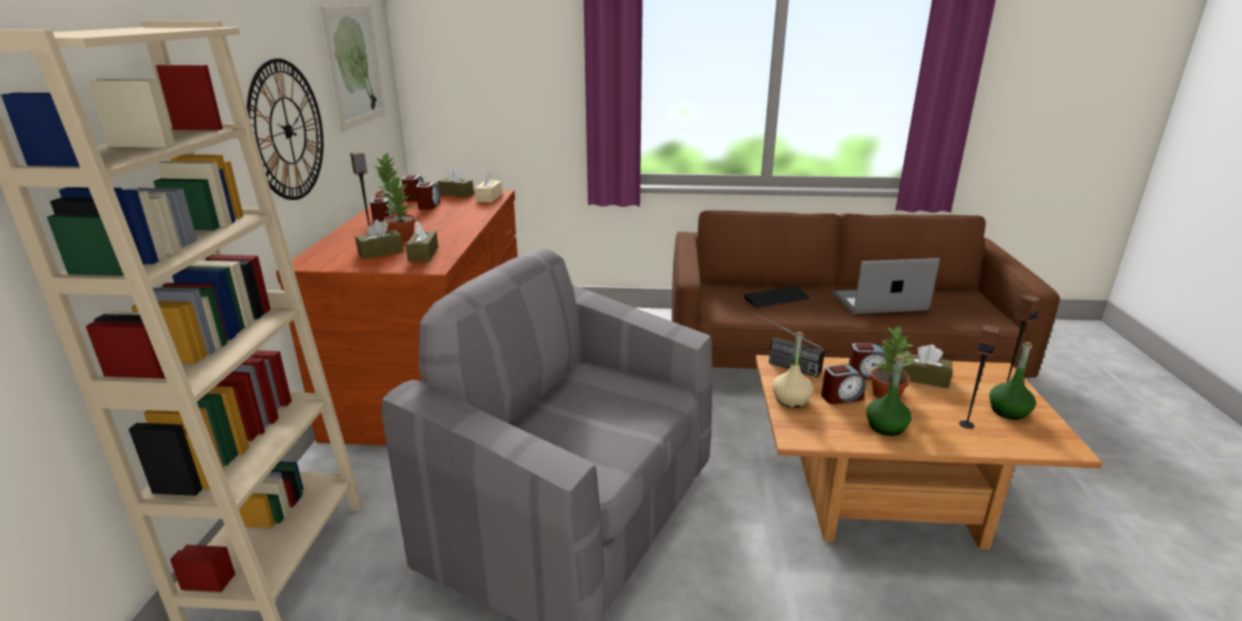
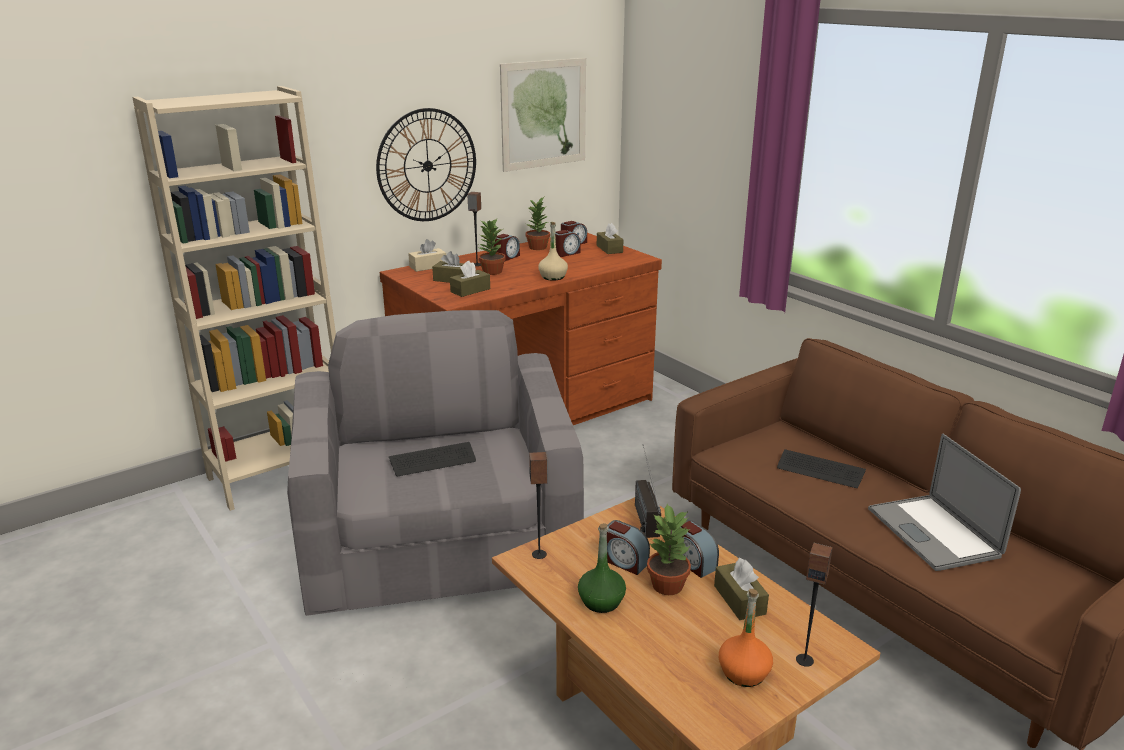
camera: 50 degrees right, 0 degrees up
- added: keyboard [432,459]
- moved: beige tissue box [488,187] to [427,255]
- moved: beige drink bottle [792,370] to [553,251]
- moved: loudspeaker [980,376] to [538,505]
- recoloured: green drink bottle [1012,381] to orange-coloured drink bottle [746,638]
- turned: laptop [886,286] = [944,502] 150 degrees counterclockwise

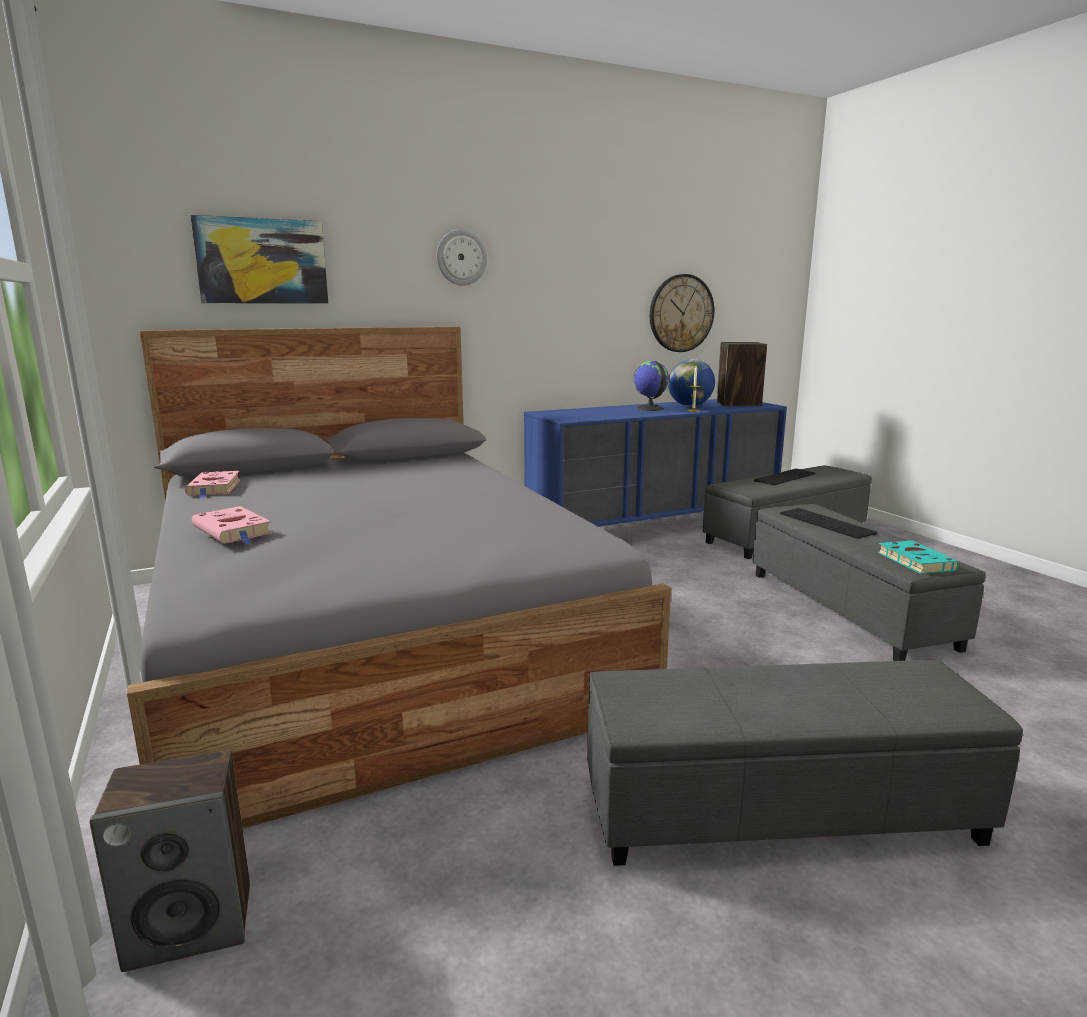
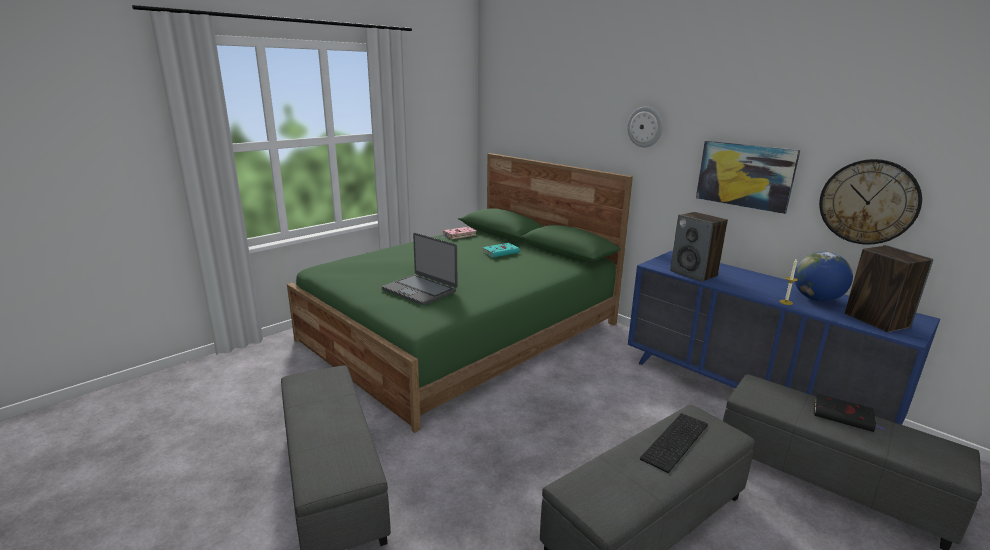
camera: 70 degrees right, 5 degrees up
- removed: pink-coloured book [232,525]
- removed: desk globe [651,386]
- added: laptop [420,269]
- moved: loudspeaker [170,861] to [699,247]
- moved: wall picture [259,259] to [748,177]
- moved: blue-green book [918,557] to [501,250]
- replaced: keyboard [784,477] to blackish book [849,413]
- recoloured: gray sleeping bed [399,577] to green sleeping bed [460,293]

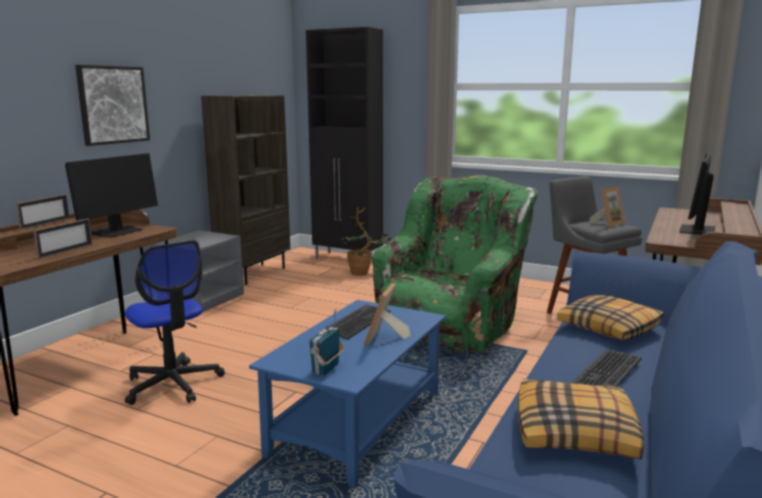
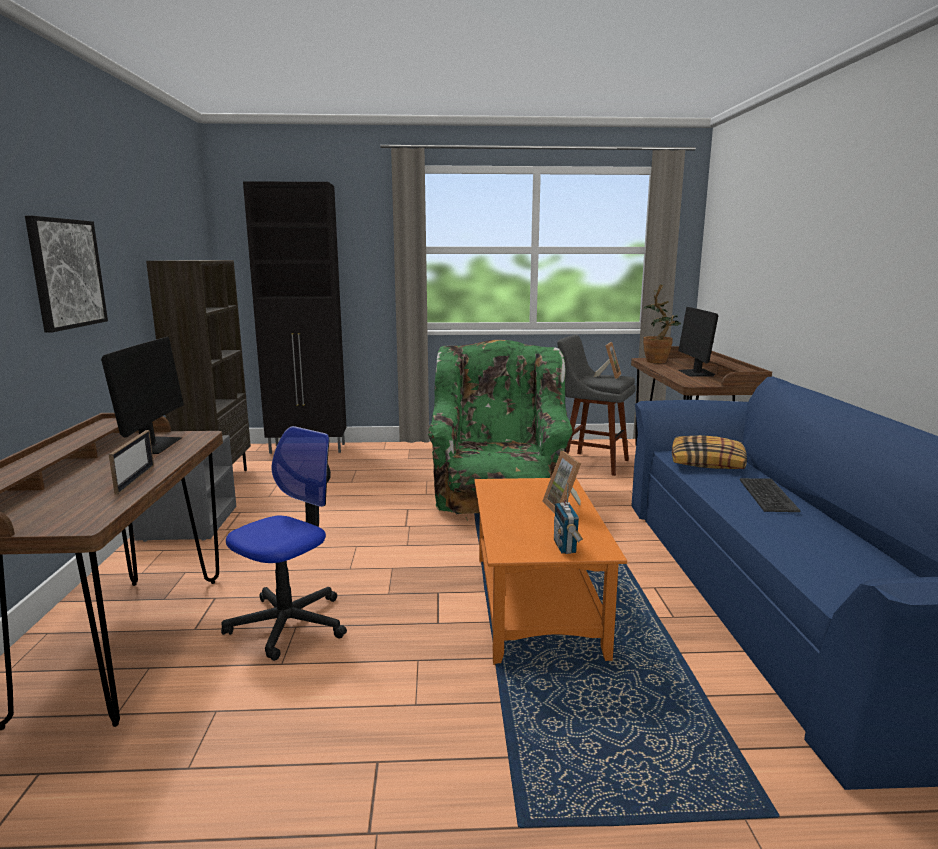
camera: 30 degrees left, 0 degrees up
- removed: photo frame [43,212]
- removed: keyboard [359,321]
- removed: pillow [581,419]
- moved: plant in a pot [367,241] to [662,323]
- recoloured: bluish low table [347,394] to orange-coloured low table [550,571]
- turned: office chair [175,322] = [284,543] 75 degrees counterclockwise

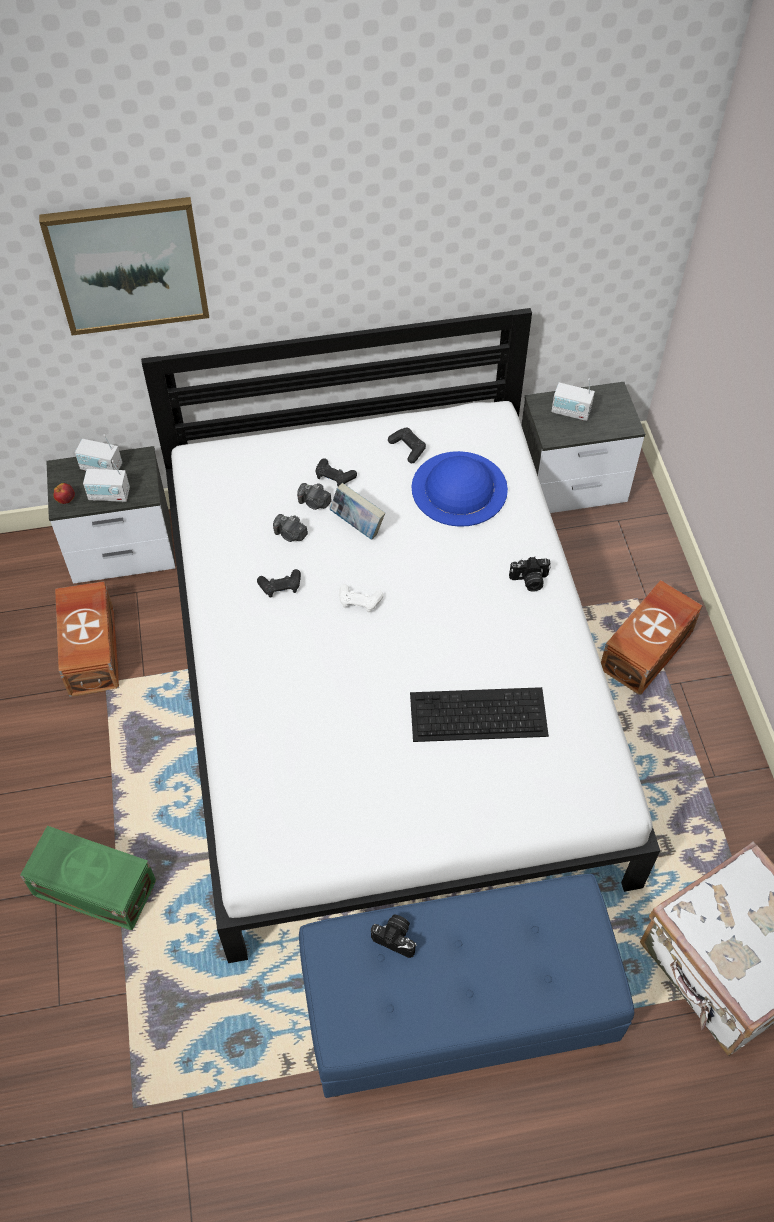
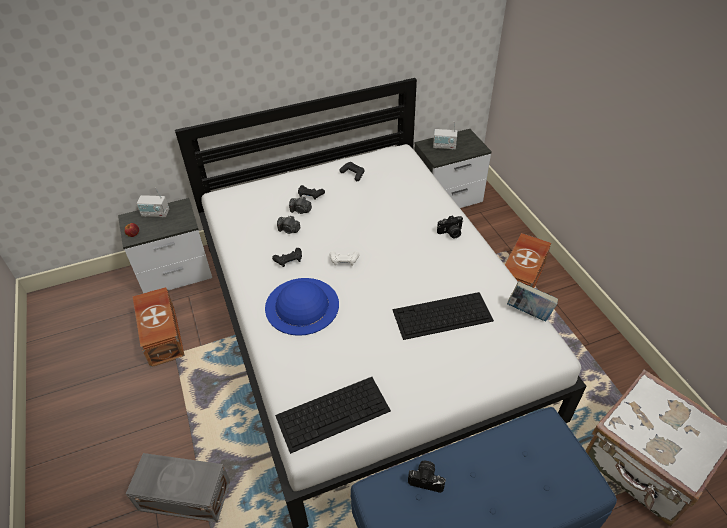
camera: 10 degrees left, 10 degrees down
- removed: wall picture [124,266]
- removed: radio [106,481]
- added: keyboard [333,415]
- moved: book [357,511] to [532,301]
- moved: bluish hat [460,489] to [302,307]
- recoloured: green storage box [88,878] to gray storage box [178,487]

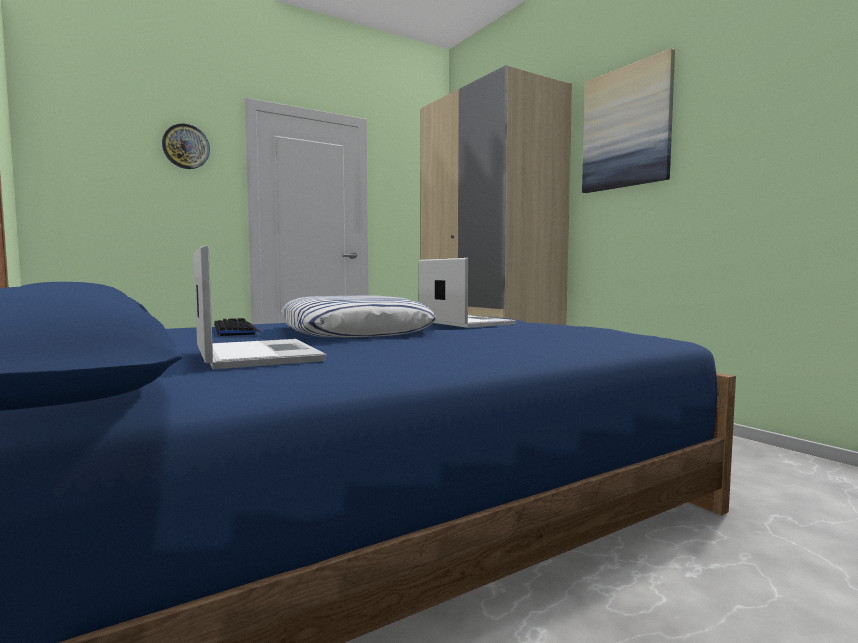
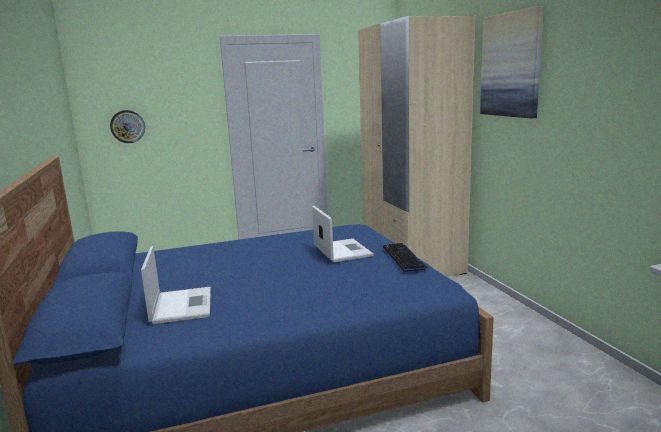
camera: 15 degrees right, 10 degrees up
- removed: pillow [358,316]
- moved: wall clock [186,146] to [127,126]
- moved: keyboard [238,327] to [406,257]

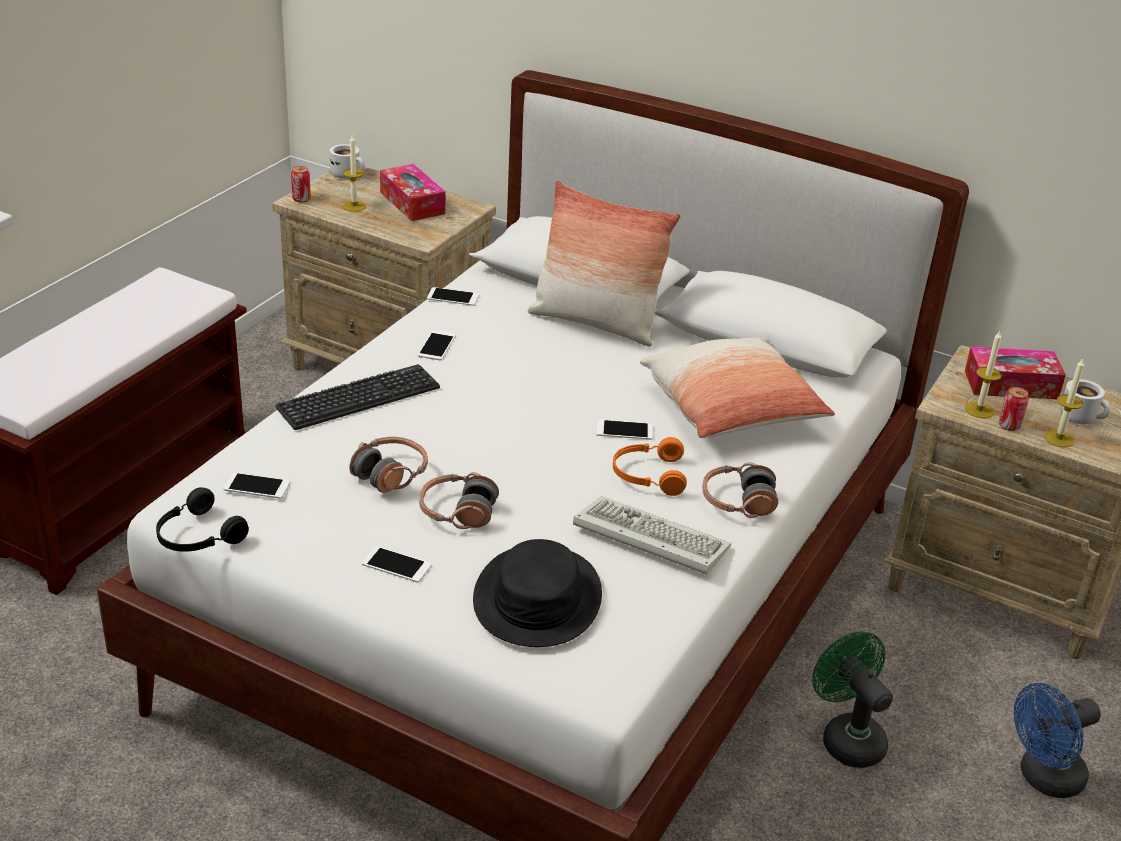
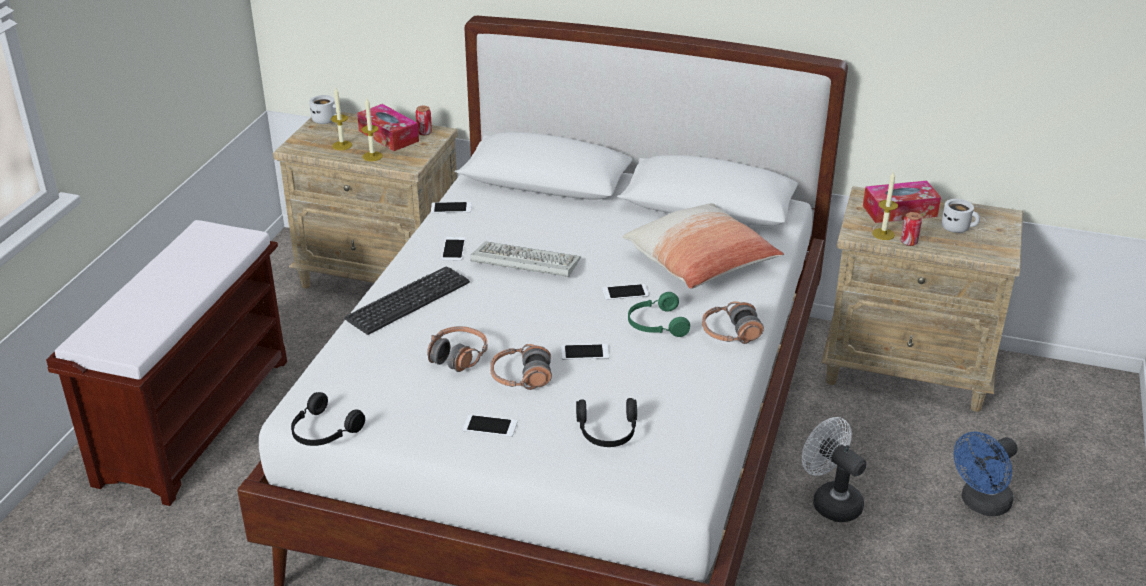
camera: 10 degrees left, 0 degrees up
- removed: pillow [604,263]
- moved: phone [256,485] to [585,352]
- moved: can [301,184] to [424,120]
- moved: keyboard [652,535] to [525,259]
- moved: wax light [1064,403] to [372,129]
- replaced: blackish hat [537,593] to blackish headset [606,422]
- recoloured: orange-coloured headset [650,466] to green headset [659,314]
- recoloured: green cooling fan [852,699] to whitish cooling fan [834,469]

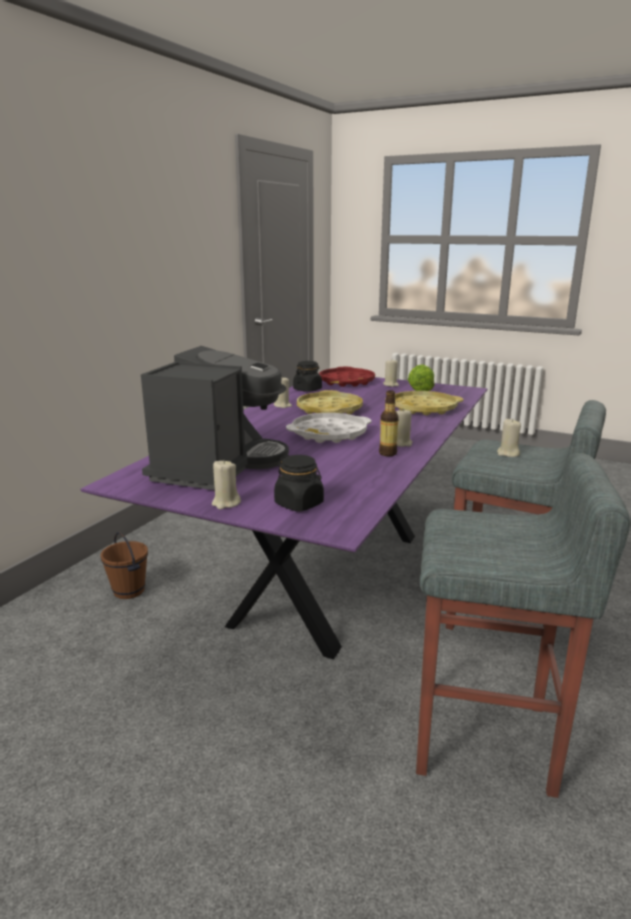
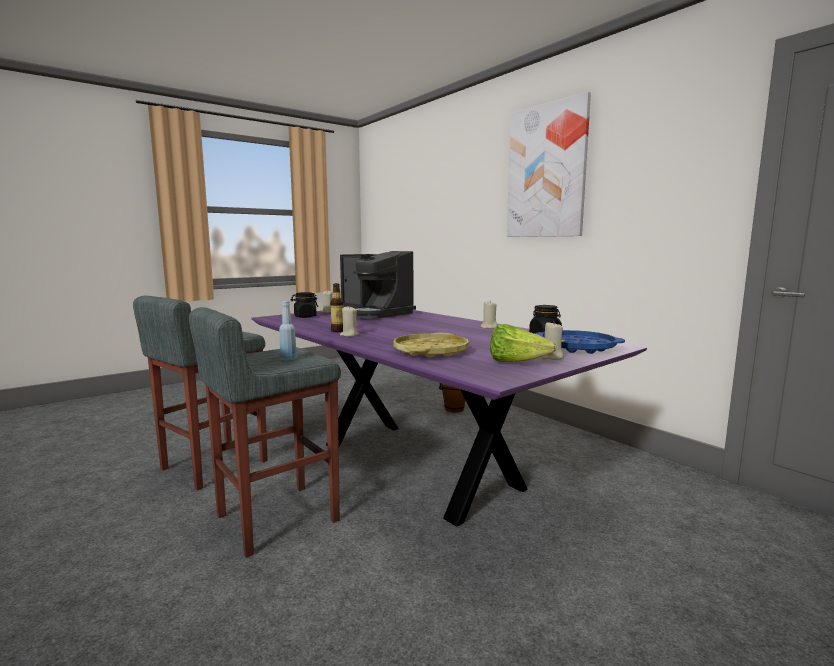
camera: 115 degrees right, 10 degrees down
- removed: whitish serving tray [329,428]
- removed: yellow serving tray [330,402]
- added: wall picture [549,164]
- replaced: beige wax light [509,437] to bluish drink bottle [288,330]
- recoloured: red serving tray [347,377] to bluish serving tray [580,342]

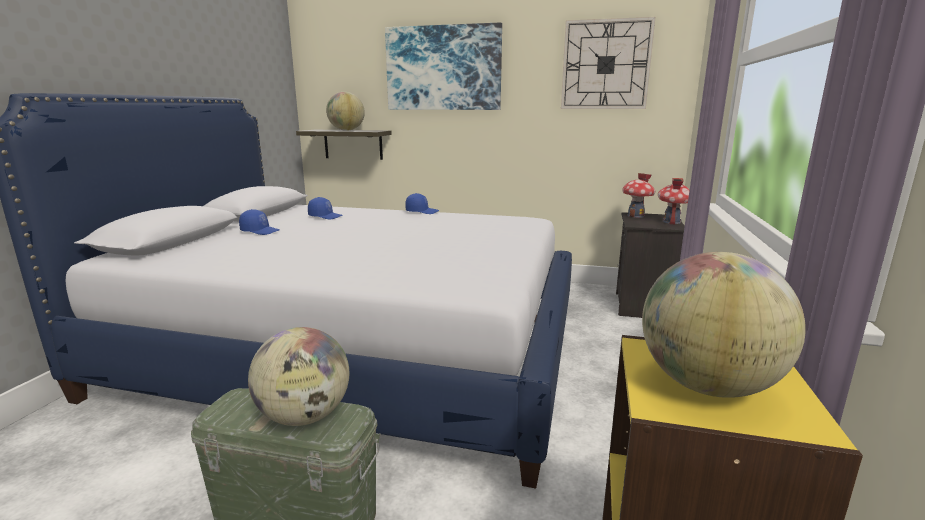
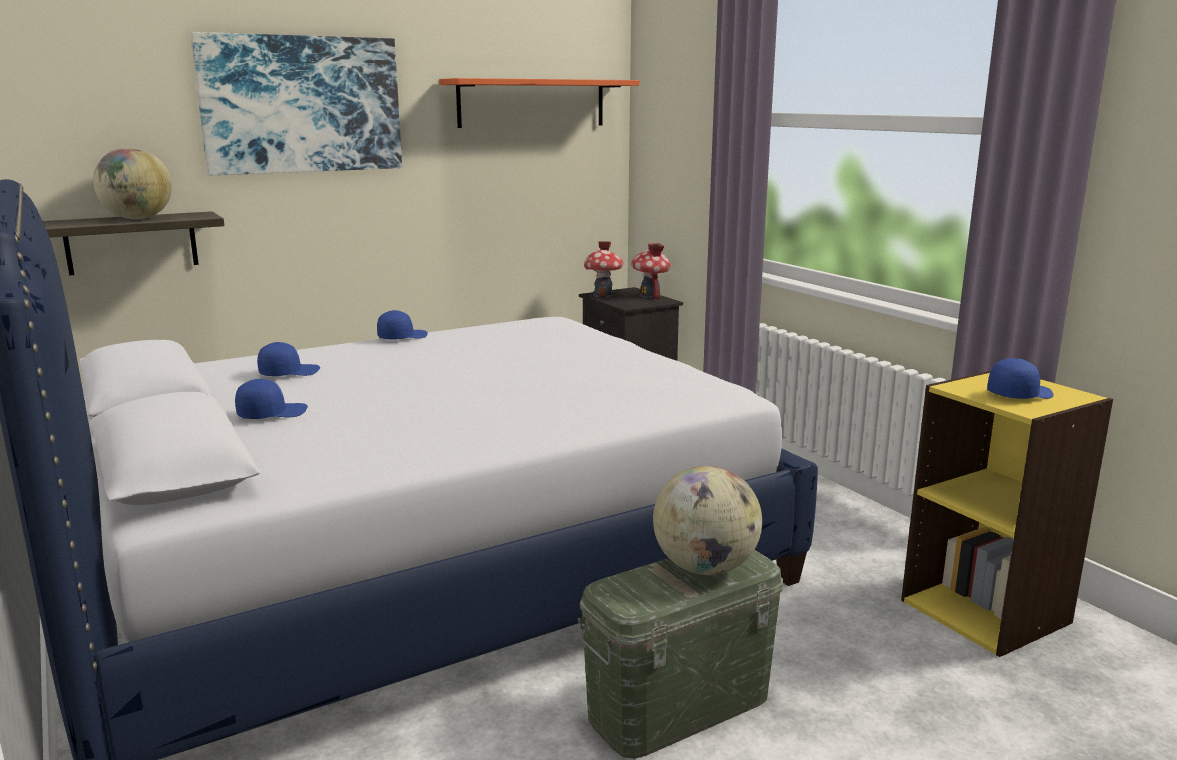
camera: 45 degrees left, 0 degrees up
- replaced: wall clock [608,63] to orange-coloured bracket shelf [539,103]
- replaced: desk globe [724,325] to bluish baseball cap [1020,378]

